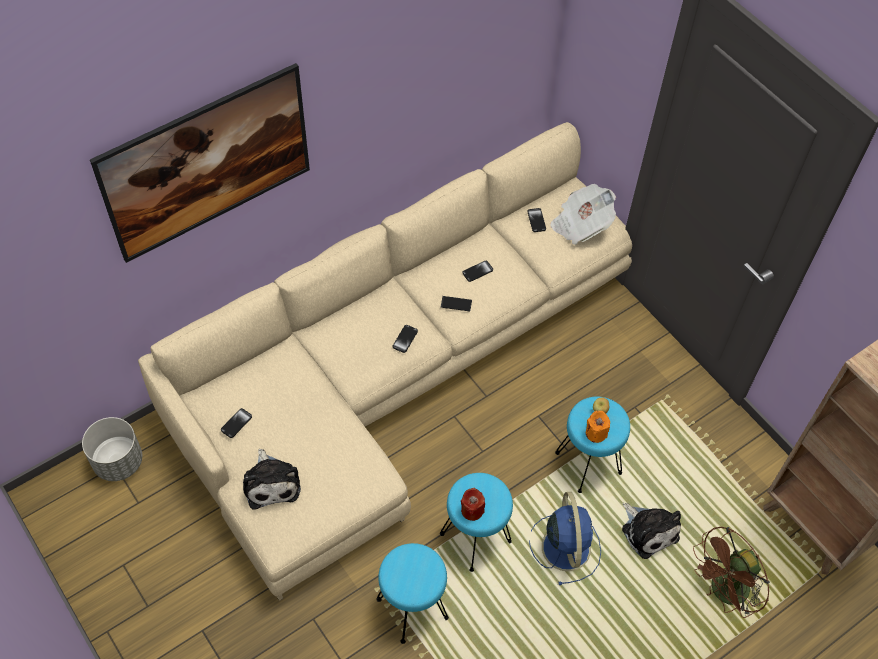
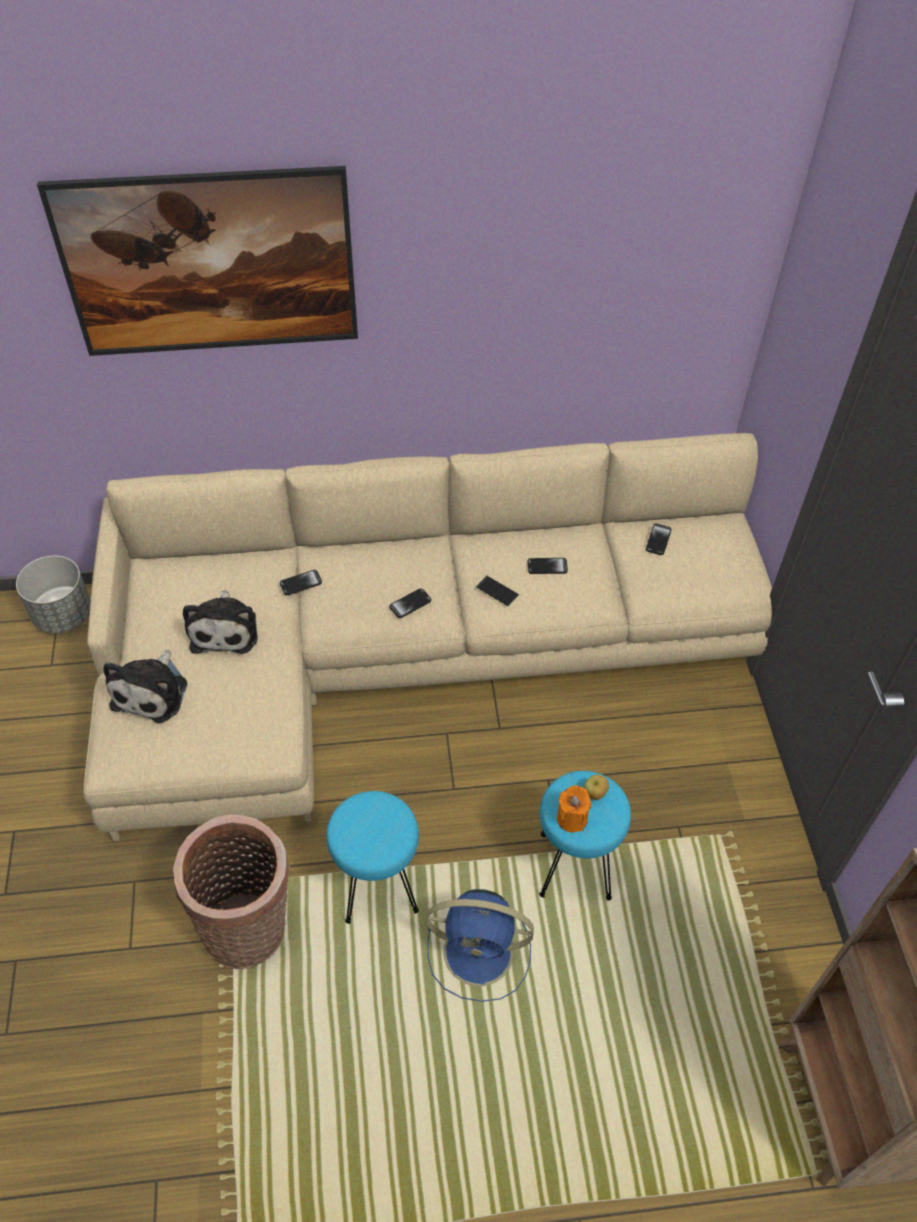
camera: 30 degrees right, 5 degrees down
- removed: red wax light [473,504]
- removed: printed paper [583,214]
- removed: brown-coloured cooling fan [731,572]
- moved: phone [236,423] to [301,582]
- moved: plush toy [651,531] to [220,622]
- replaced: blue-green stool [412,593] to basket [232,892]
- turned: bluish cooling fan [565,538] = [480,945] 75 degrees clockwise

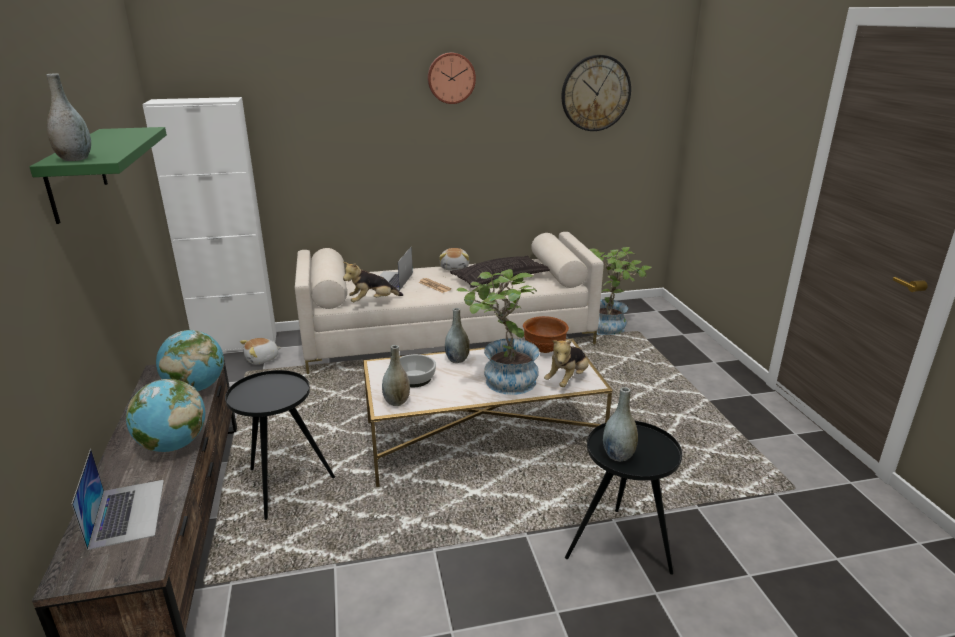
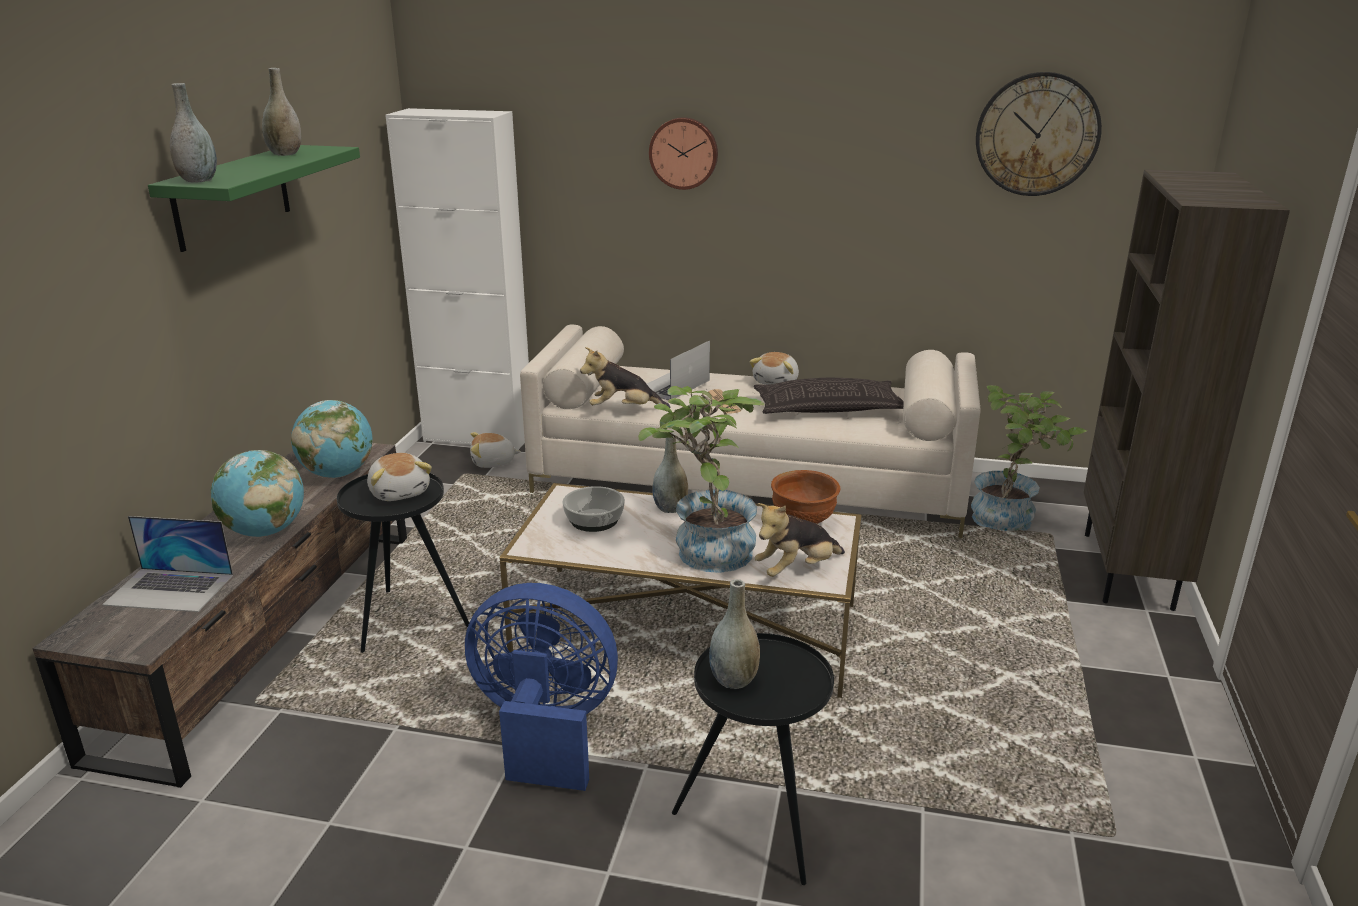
camera: 25 degrees right, 0 degrees up
- added: plush toy [399,477]
- added: bluish cooling fan [541,687]
- added: brown-coloured bookcase [1186,390]
- moved: gray flower vase [396,375] to [281,112]
- moved: wall clock [452,78] to [683,153]
- turned: laptop [118,499] = [167,564] 90 degrees clockwise

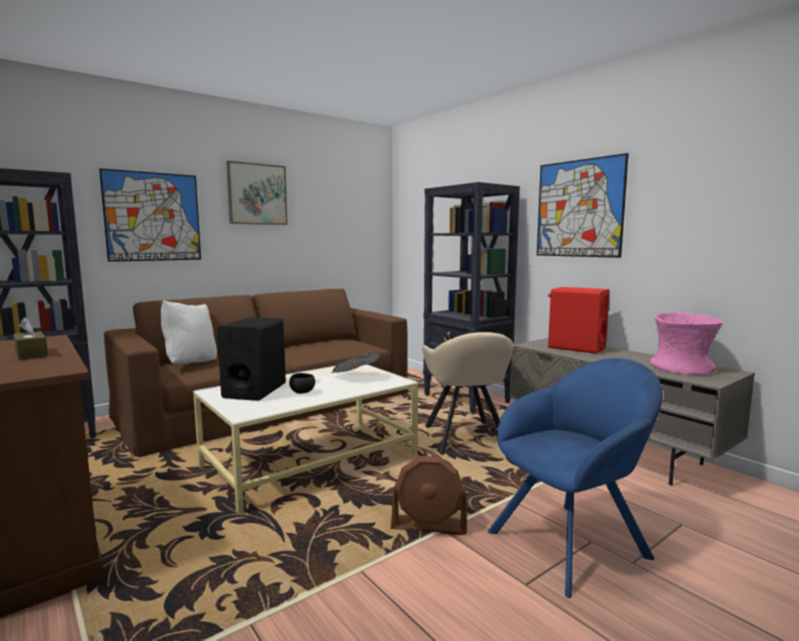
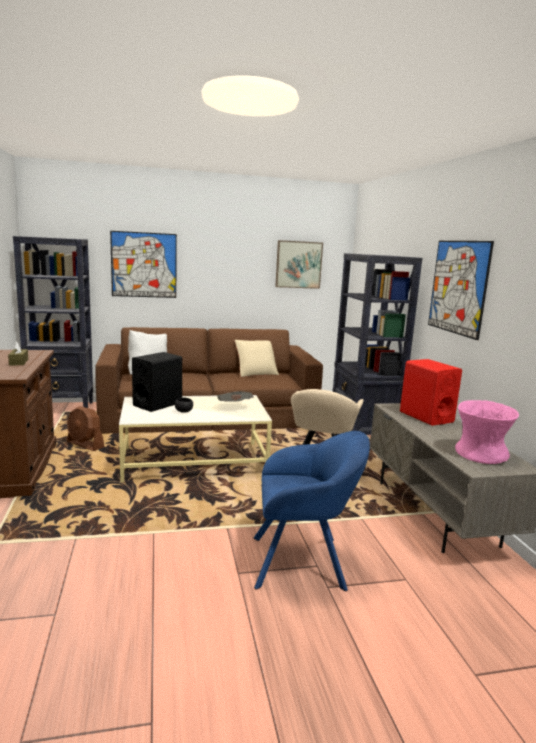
camera: 25 degrees right, 5 degrees up
- added: beige pillow [257,358]
- moved: wall picture [257,193] to [299,264]
- moved: brown-coloured cooling fan [429,495] to [86,428]

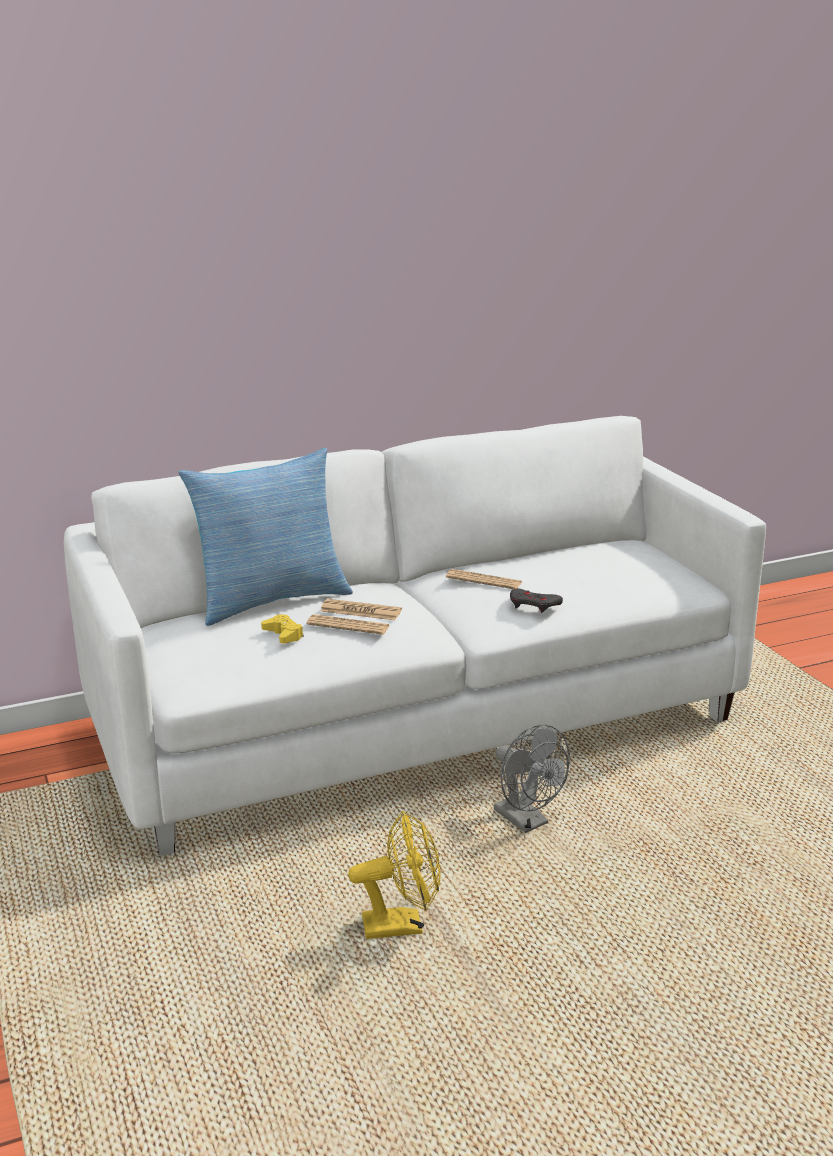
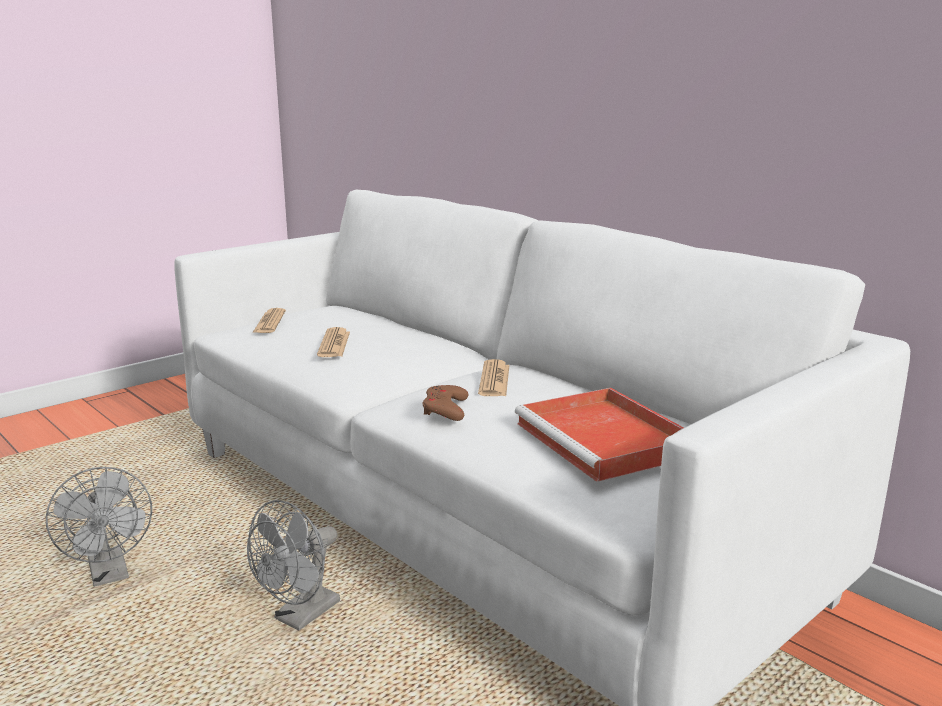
camera: 70 degrees right, 5 degrees down
- removed: pillow [265,537]
- removed: yellow joypad [282,629]
- added: red serving tray [599,435]
- moved: printed paper [361,609] to [269,320]
- recoloured: yellow cooling fan [394,875] to gray cooling fan [99,527]
- recoloured: gray joypad [536,600] to brown-coloured joypad [446,403]

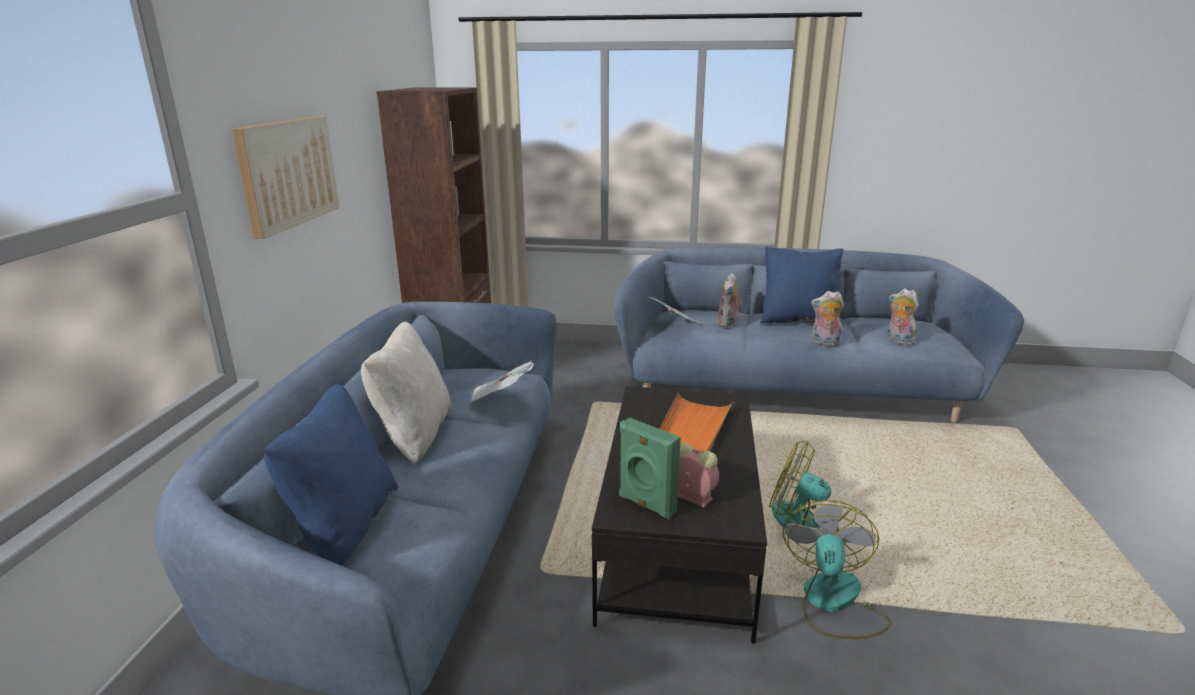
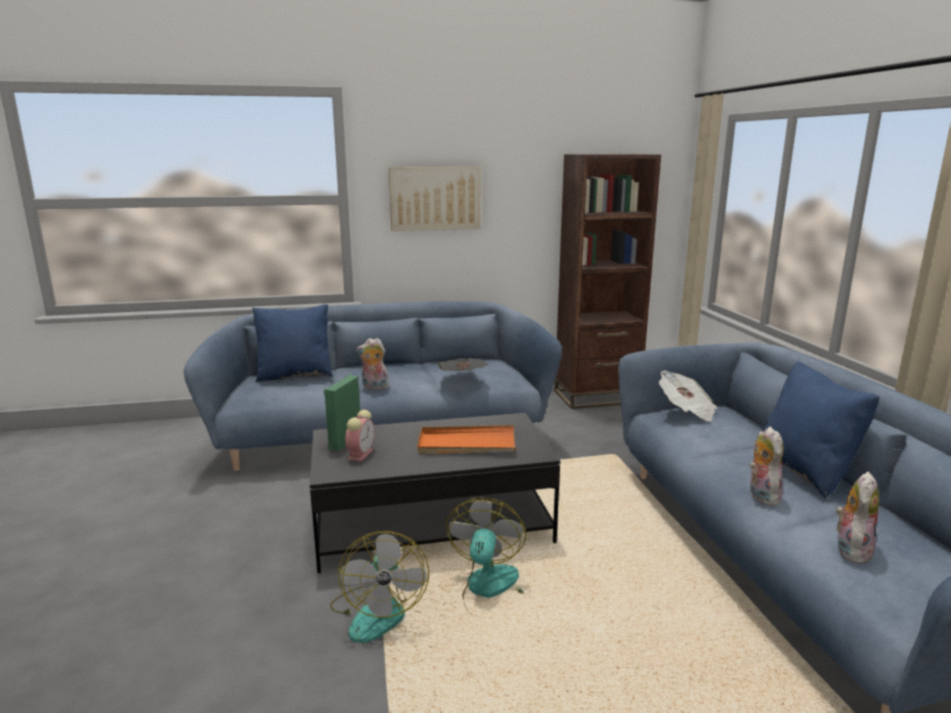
camera: 70 degrees right, 5 degrees down
- removed: beige pillow [406,394]
- moved: plush toy [729,300] to [373,363]
- turned: cooling fan [837,569] = [379,587] 90 degrees clockwise

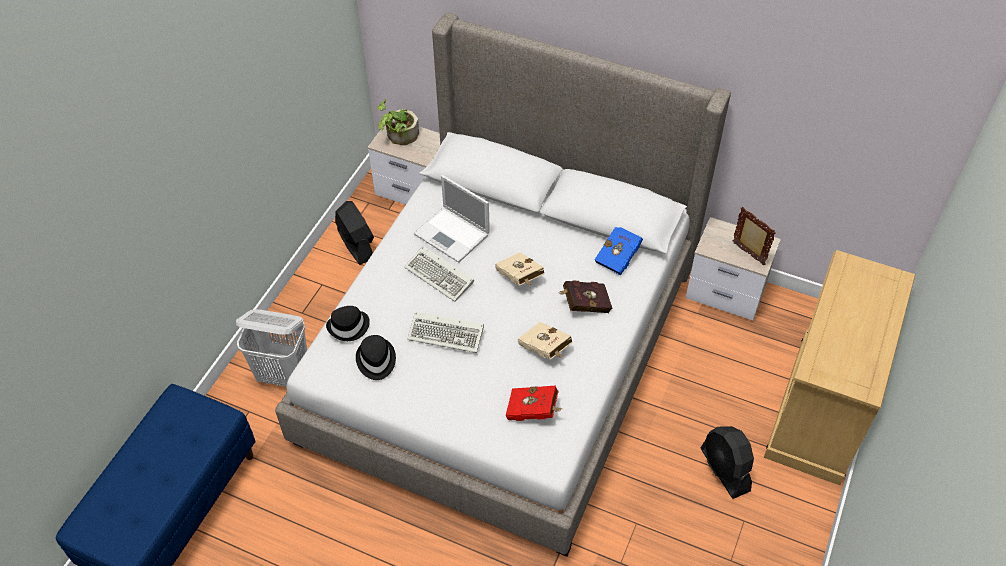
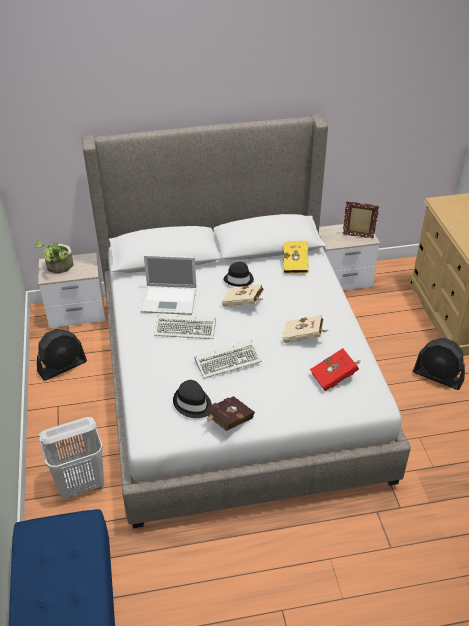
camera: 35 degrees left, 10 degrees down
- moved: blackish hat [348,323] to [239,274]
- moved: red book [585,296] to [230,413]
- recoloured: bluish book [618,251] to yellow book [296,257]
- turned: blackish cooling fan [354,233] = [62,355] 120 degrees clockwise

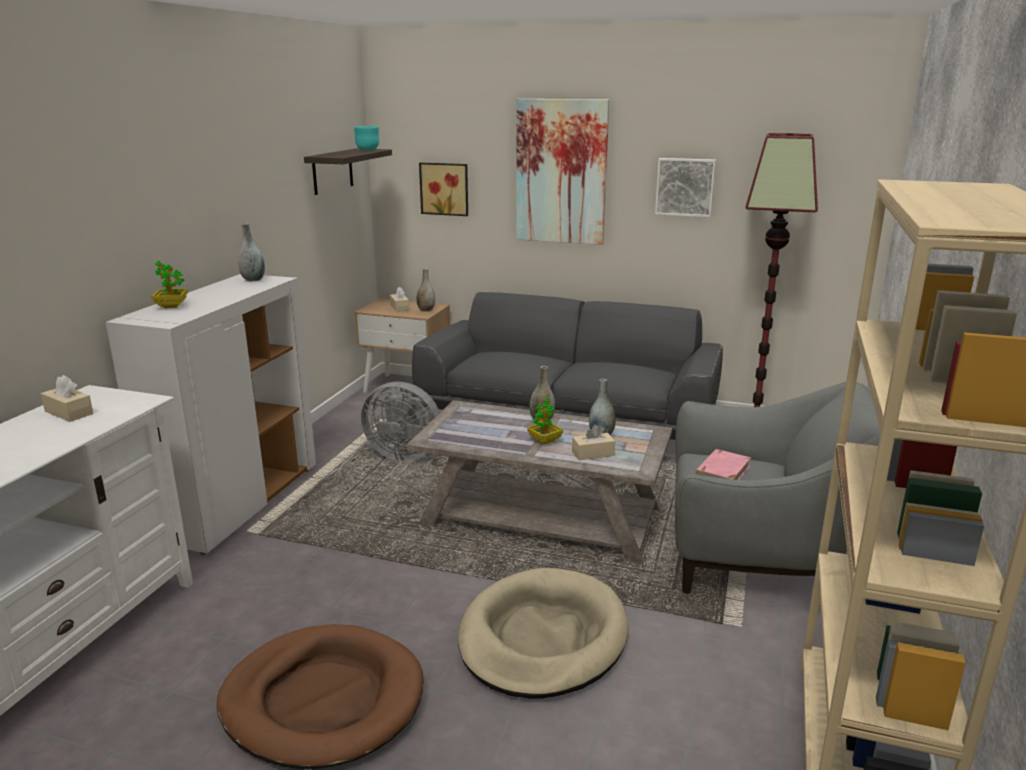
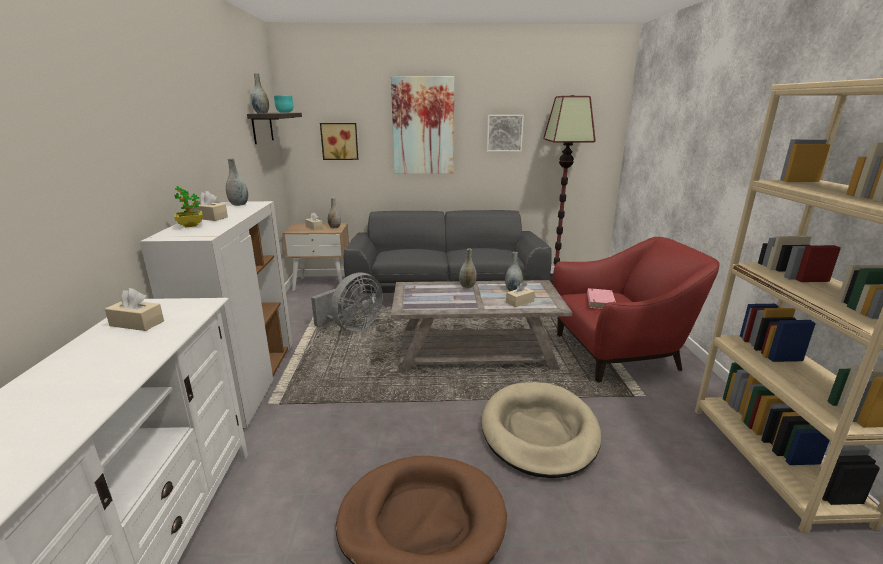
camera: 20 degrees left, 0 degrees up
- removed: plant in a pot [545,421]
- added: beige tissue box [209,206]
- added: gray flower vase [260,93]
- recoloured: gray lounge chair [778,488] to red lounge chair [636,309]
- turned: gray cooling fan [400,422] = [347,302] 45 degrees counterclockwise

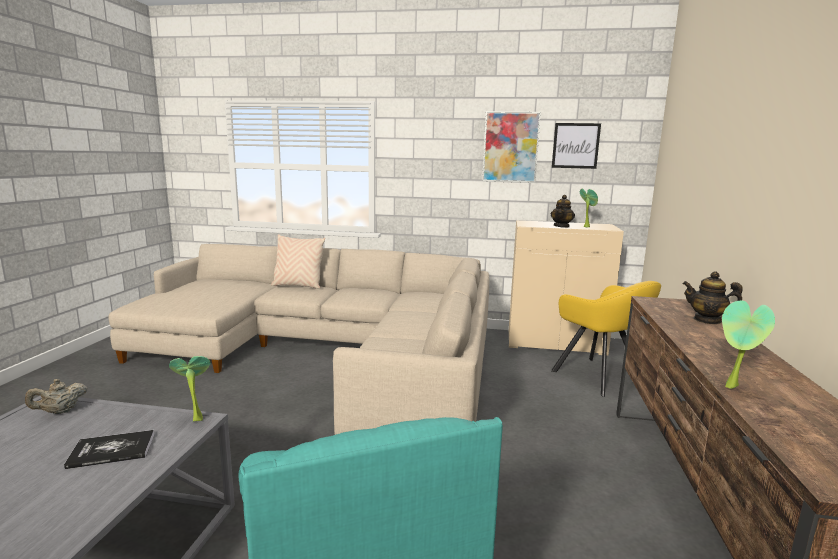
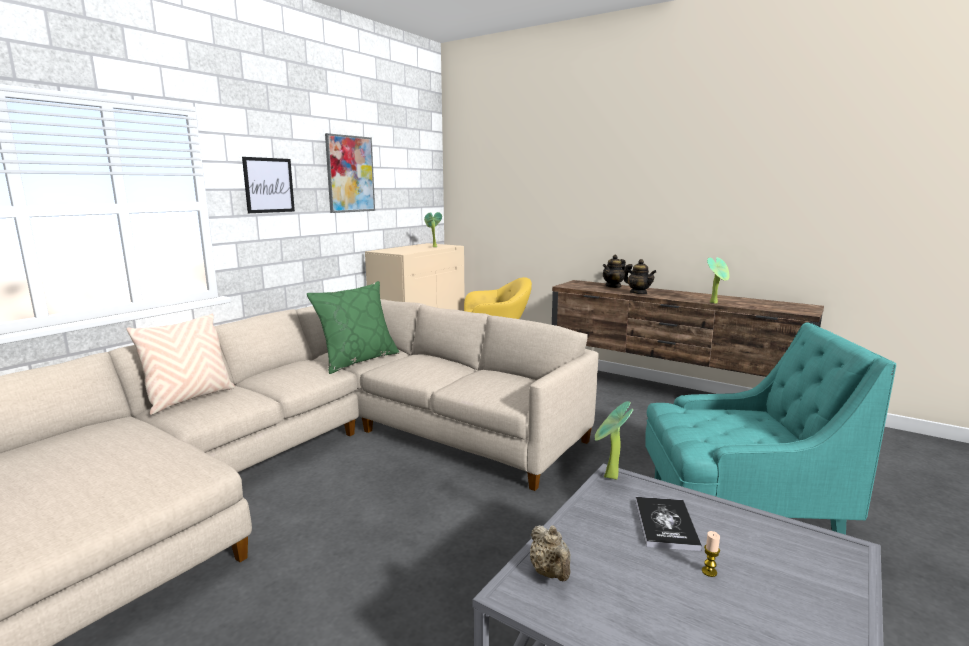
camera: 65 degrees left, 0 degrees up
- added: green pillow [353,327]
- added: wax light [711,554]
- moved: teapot [563,211] to [640,276]
- moved: wall picture [576,146] to [268,185]

